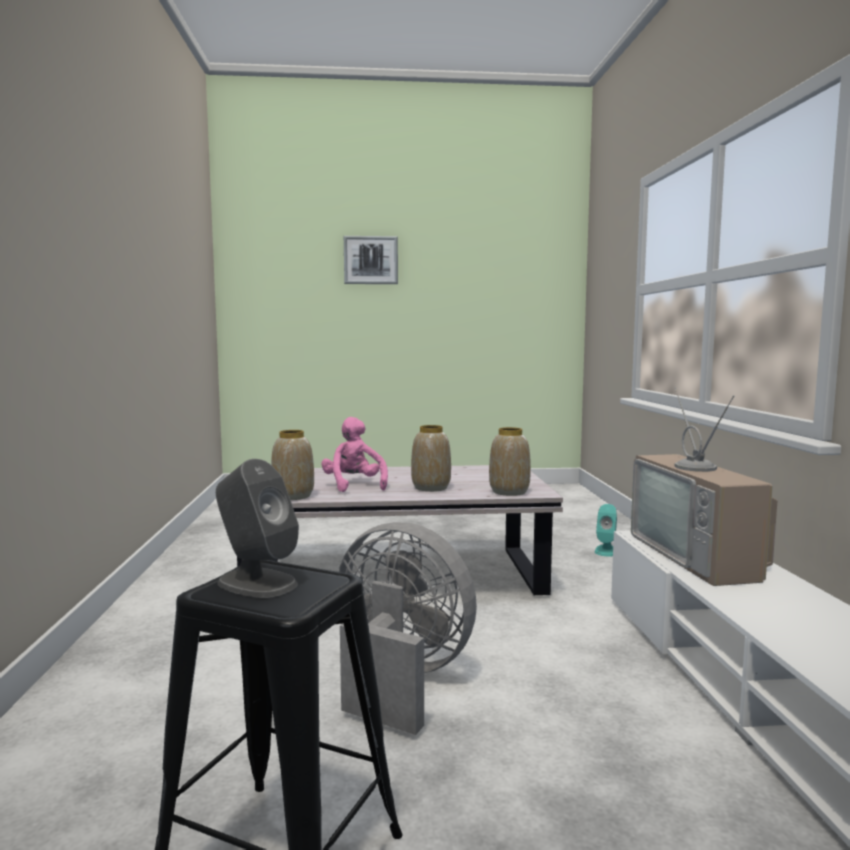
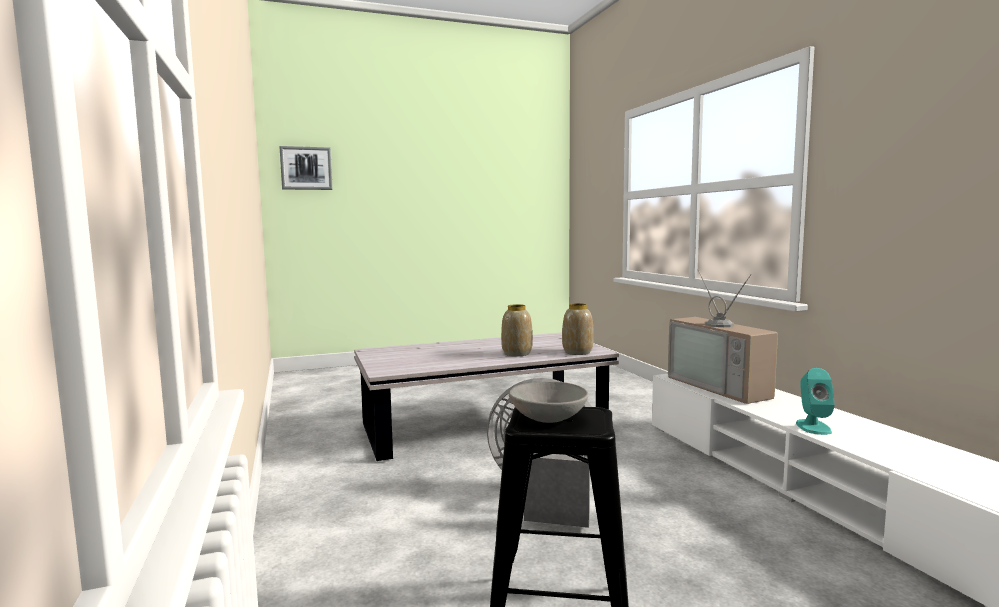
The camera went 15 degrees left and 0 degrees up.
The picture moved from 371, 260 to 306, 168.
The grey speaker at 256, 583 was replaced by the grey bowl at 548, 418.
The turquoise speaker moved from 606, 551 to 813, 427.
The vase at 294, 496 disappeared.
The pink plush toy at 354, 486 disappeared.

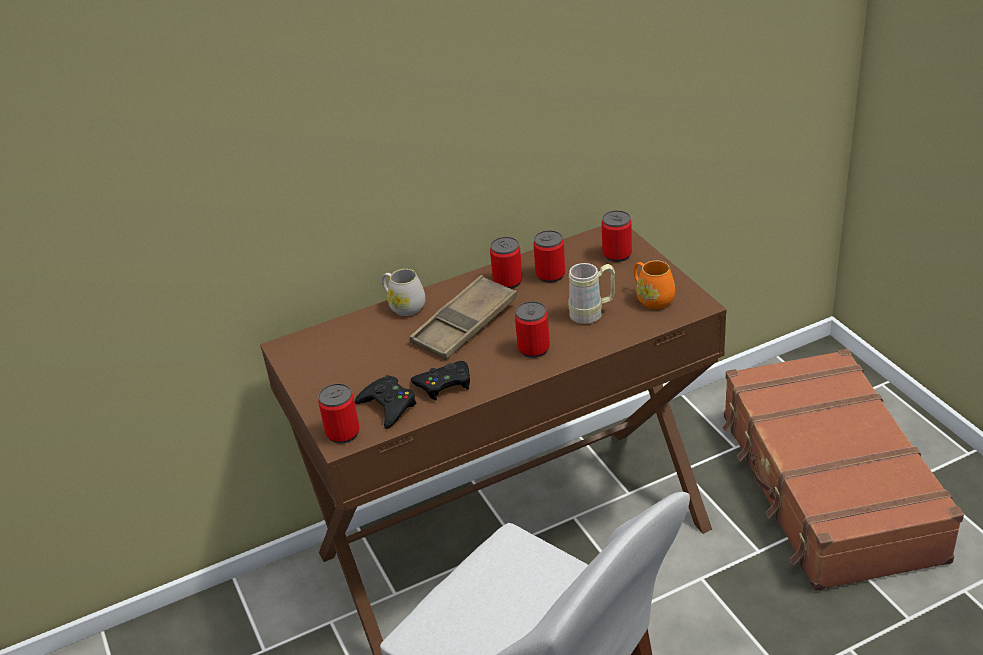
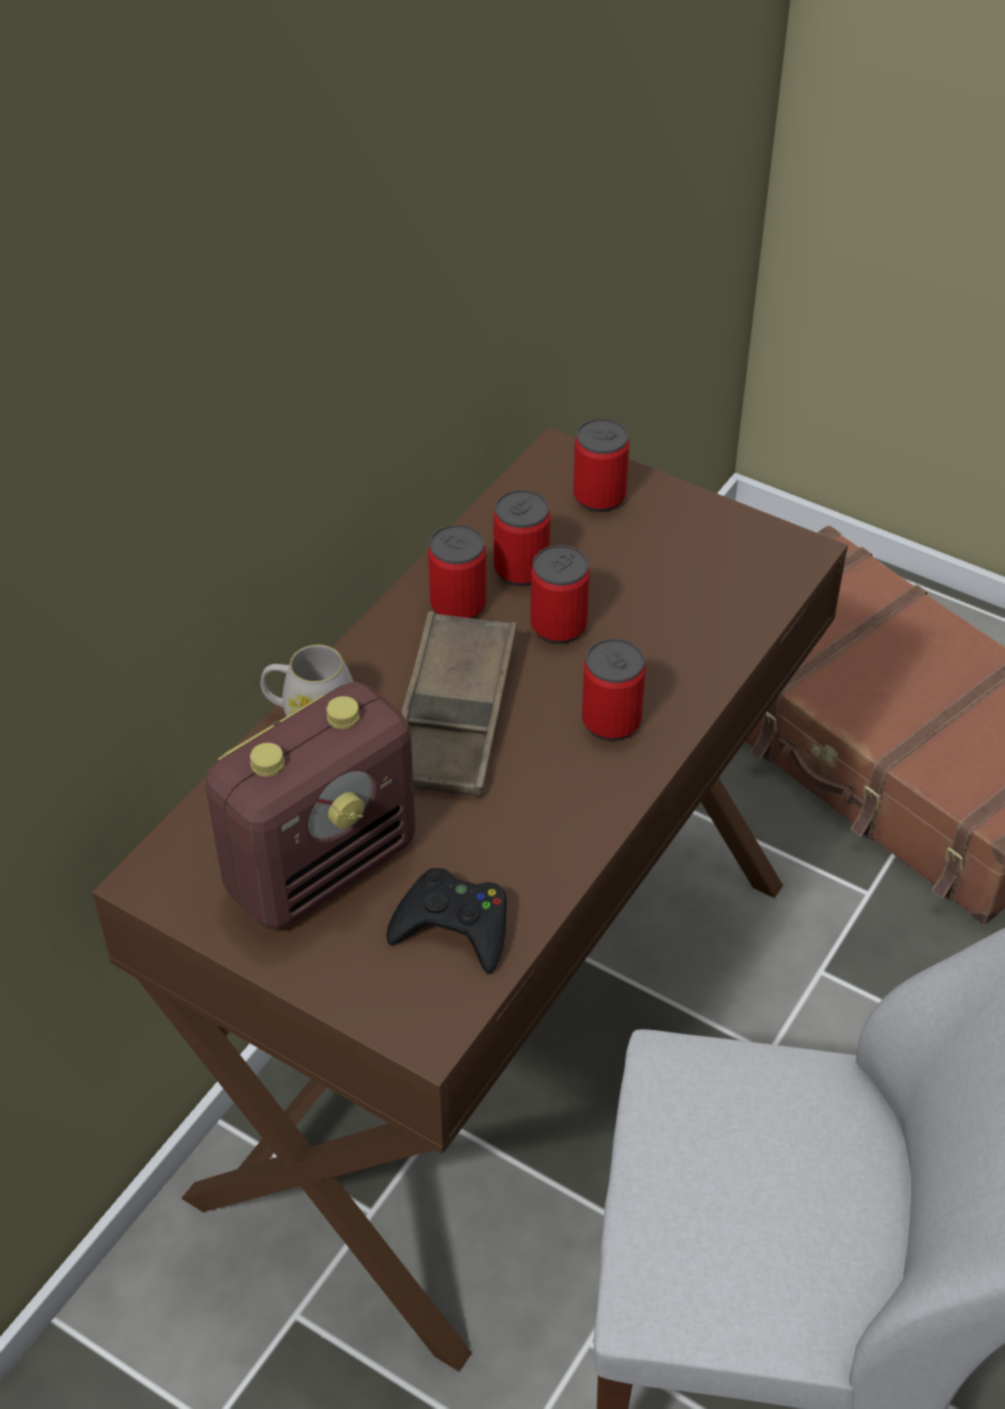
The camera went 35 degrees left and 10 degrees up.
The radio at 322, 866 appeared.
The can moved from 343, 433 to 558, 626.
The black game controller at 444, 384 disappeared.
The beige mug at 592, 314 disappeared.
The orange mug at 652, 298 disappeared.

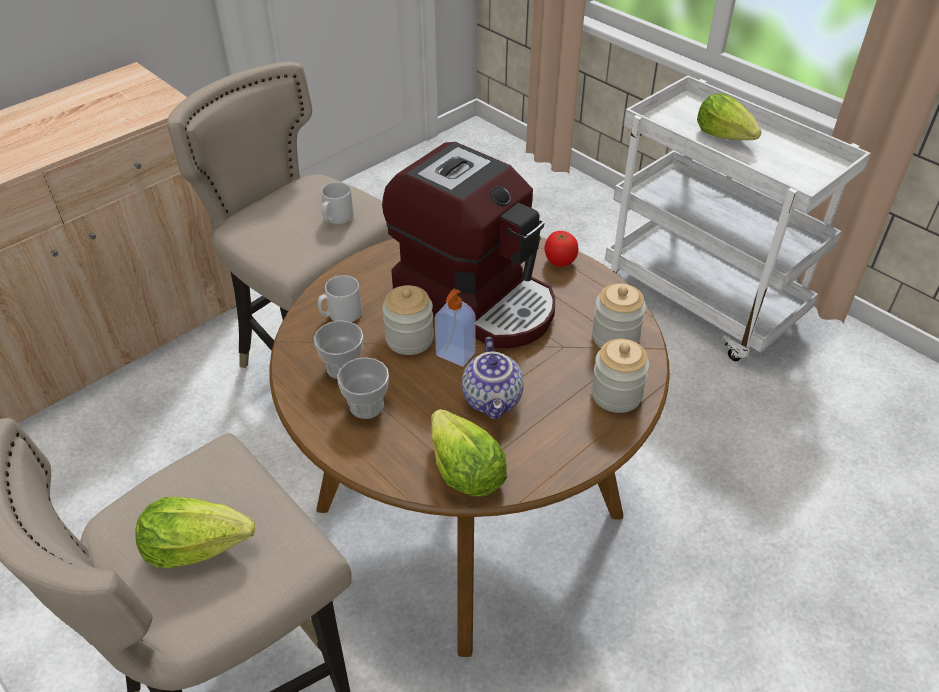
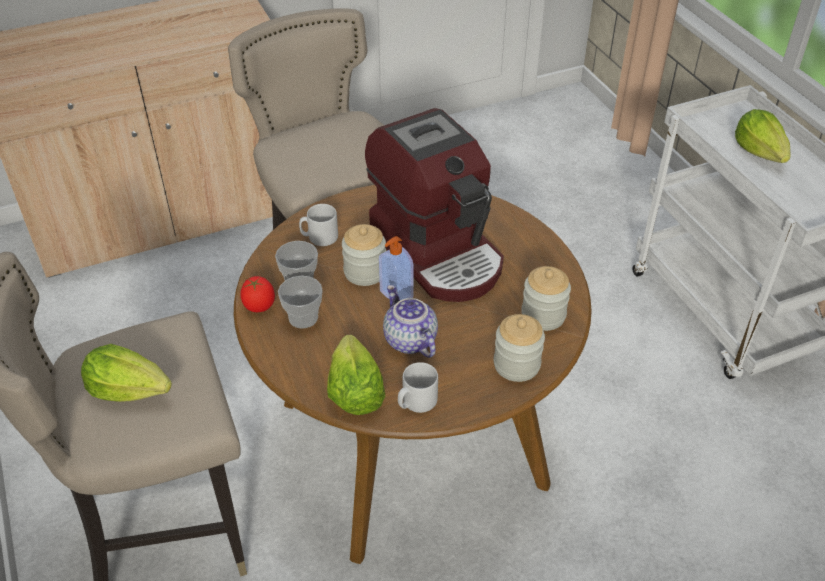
The camera went 20 degrees right and 0 degrees up.
The tomato moved from 559, 261 to 259, 306.
The teapot at 494, 400 turned 135 degrees clockwise.
The grey mug moved from 336, 218 to 416, 402.

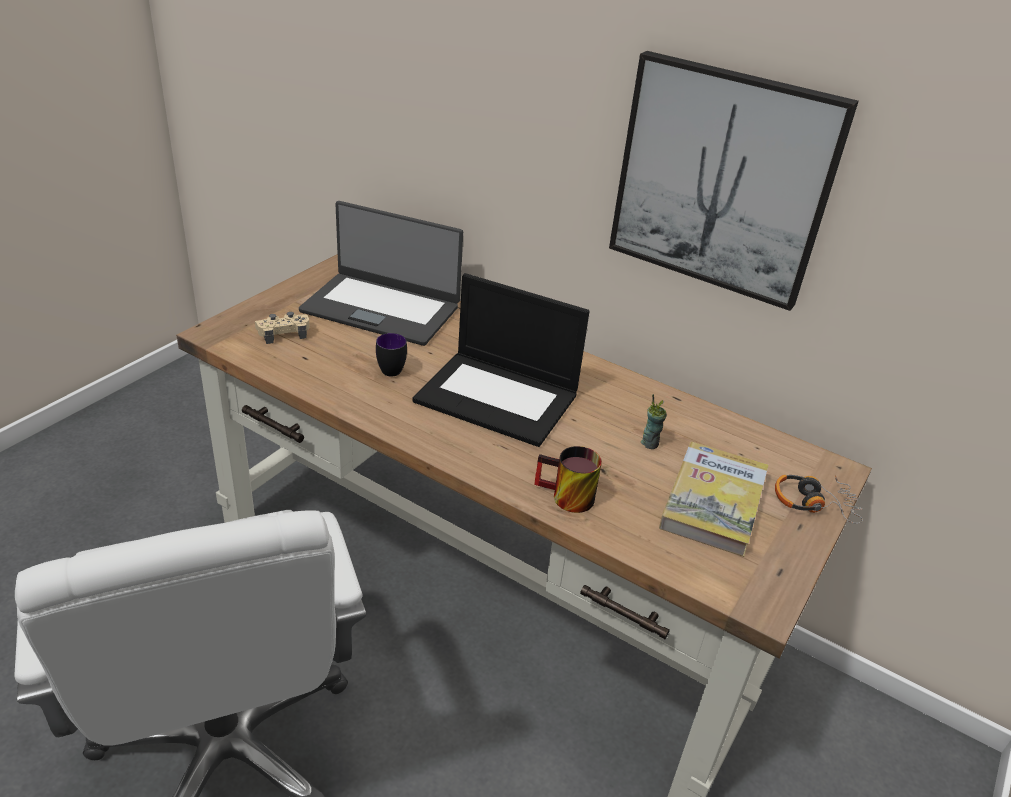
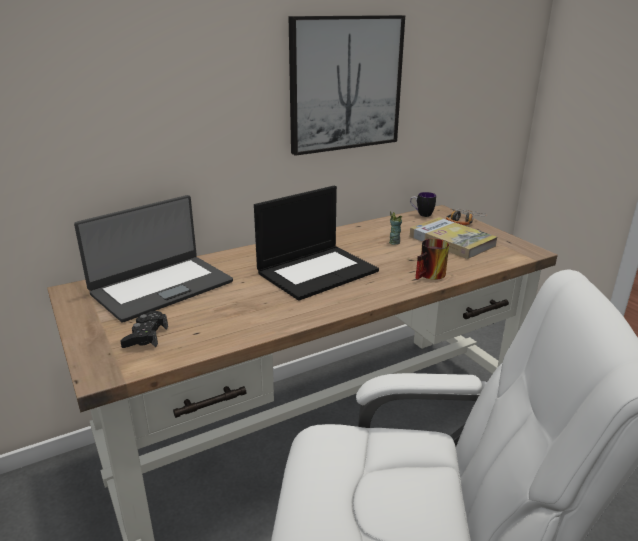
The camera went 60 degrees left and 10 degrees down.
The beige game controller at 283, 332 became the black game controller at 146, 336.
The mug moved from 390, 368 to 421, 214.

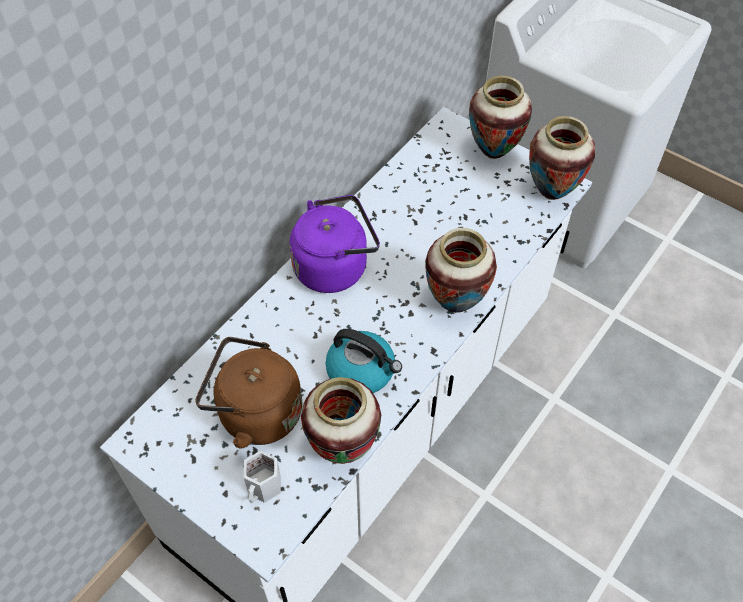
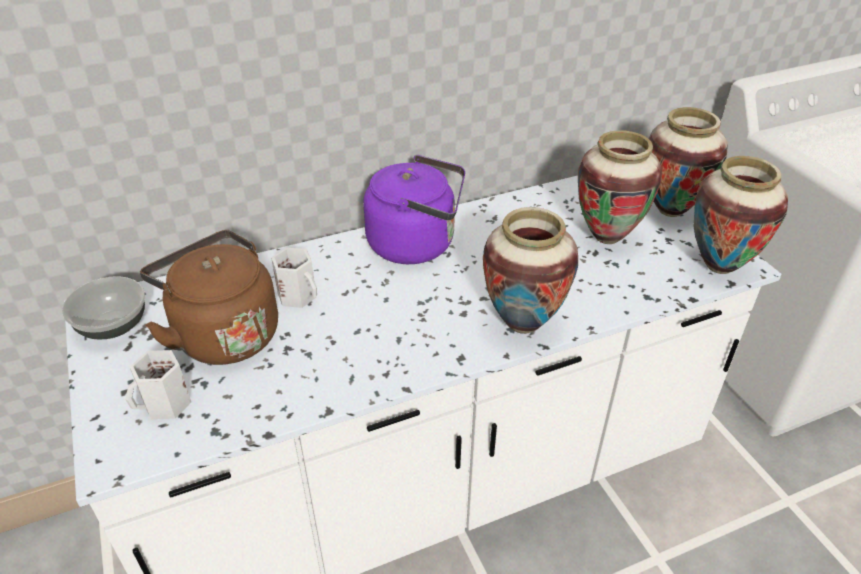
The camera went 30 degrees right and 15 degrees down.
The bowl at 114, 325 appeared.
The white mug at 299, 295 appeared.
The vase moved from 343, 449 to 607, 237.
The kettle at 362, 371 disappeared.

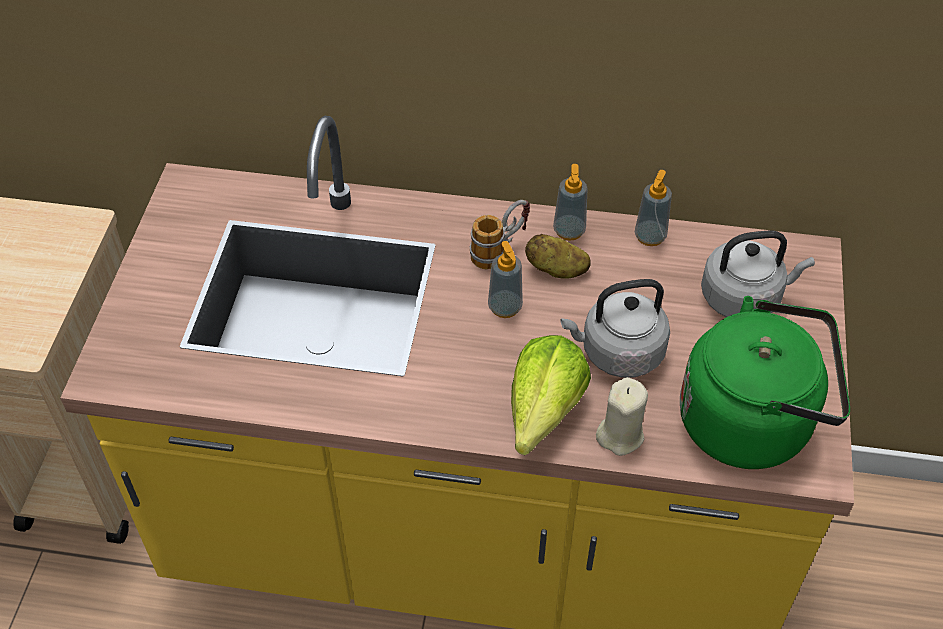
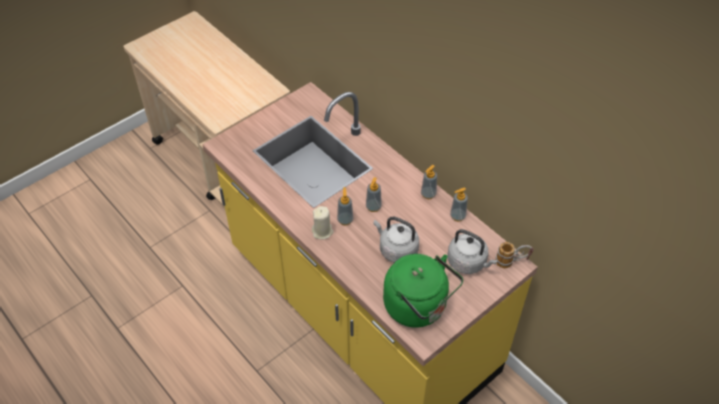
The camera went 40 degrees right and 0 degrees up.
The beige candle moved from 620, 435 to 322, 231.
The soap dispenser at 345, 220 appeared.
The mug moved from 500, 250 to 512, 262.
The lettuce at 537, 420 disappeared.
The potato at 556, 269 disappeared.

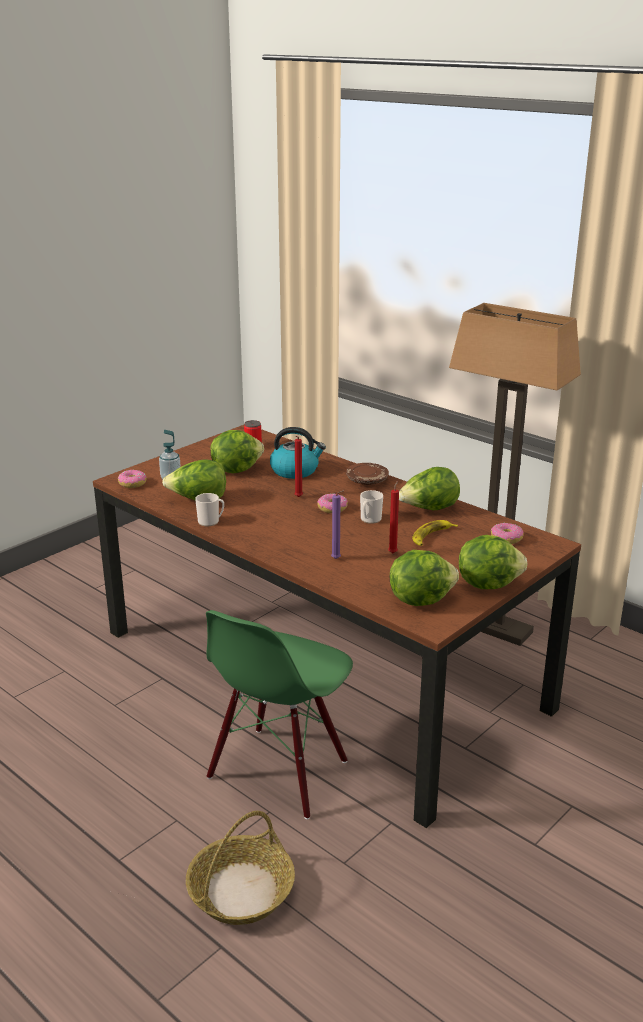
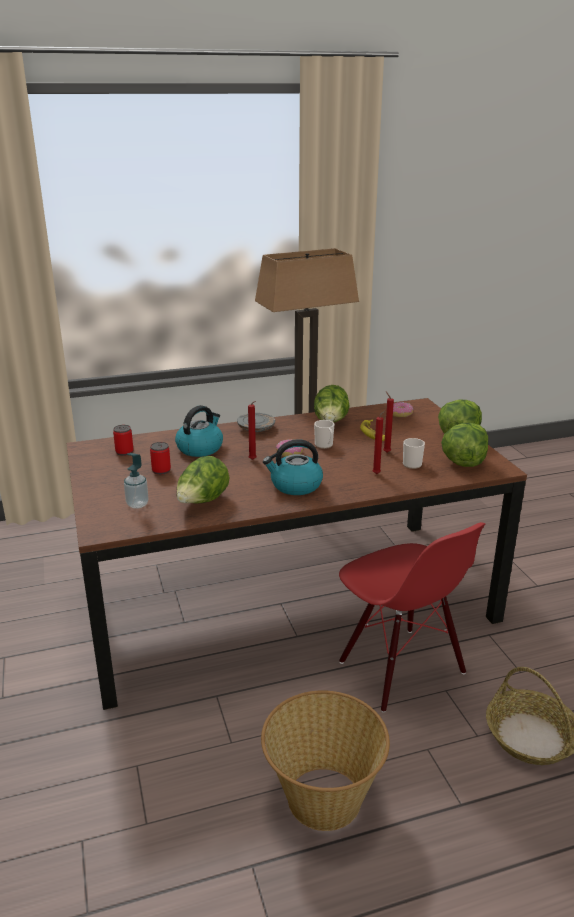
The camera went 60 degrees left and 0 degrees up.
The lettuce at 236, 469 was replaced by the can at 161, 470.
The brown plate at 367, 480 became the grey plate at 256, 428.
The basket at 323, 799 appeared.
The kettle at 295, 485 appeared.
The green chair at 279, 771 became the red chair at 400, 668.
The purple candle at 337, 559 became the red candle at 377, 473.
The mug moved from 211, 521 to 413, 463.
The donut at 132, 483 disappeared.

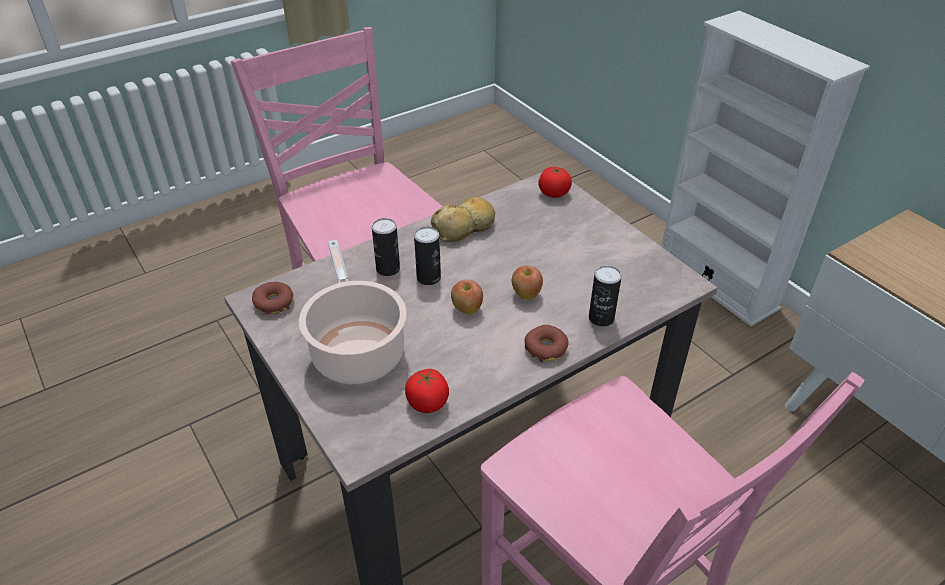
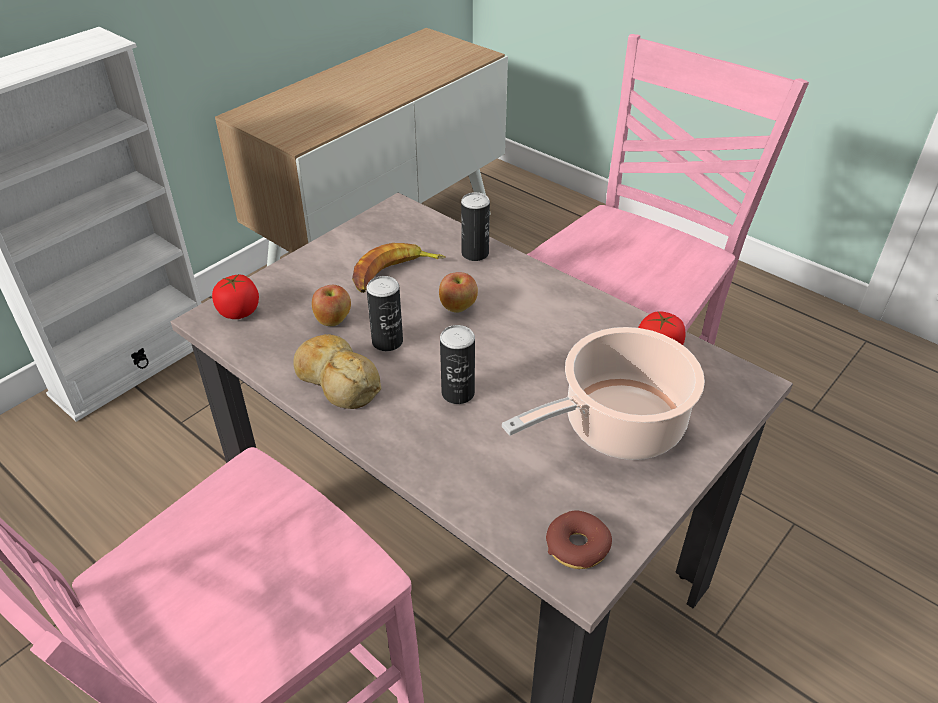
The camera went 105 degrees left and 0 degrees up.
The apple moved from 467, 309 to 333, 320.
The banana at 394, 274 appeared.
The can moved from 388, 269 to 387, 341.
The donut at 546, 348 disappeared.

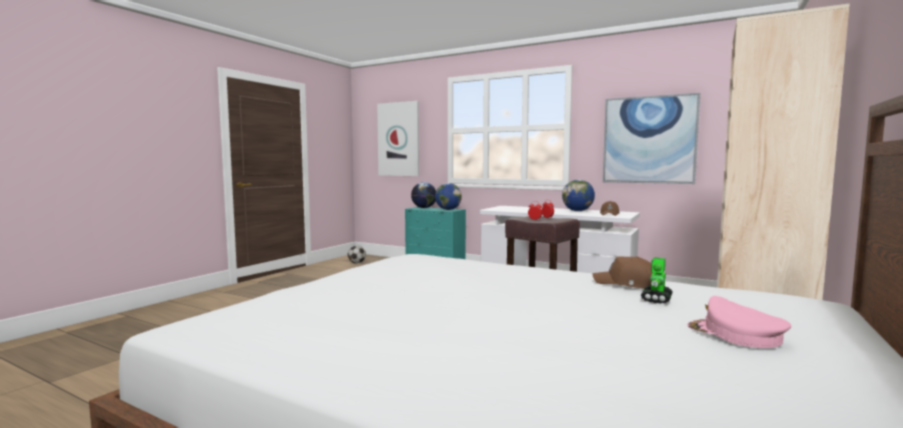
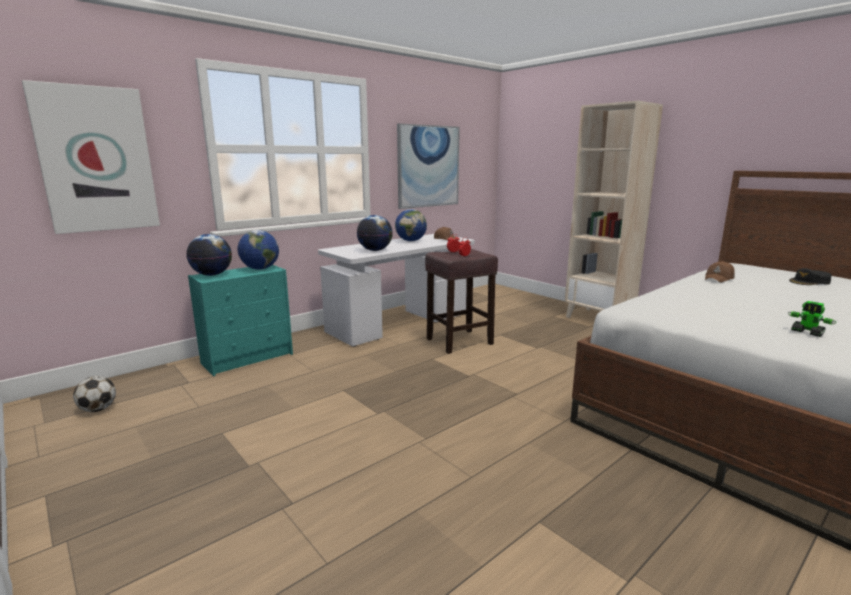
The camera went 70 degrees left and 10 degrees up.
The globe at 375, 250 appeared.
The toy robot moved from 656, 299 to 807, 333.
The pink cap at 735, 334 became the black cap at 810, 282.

